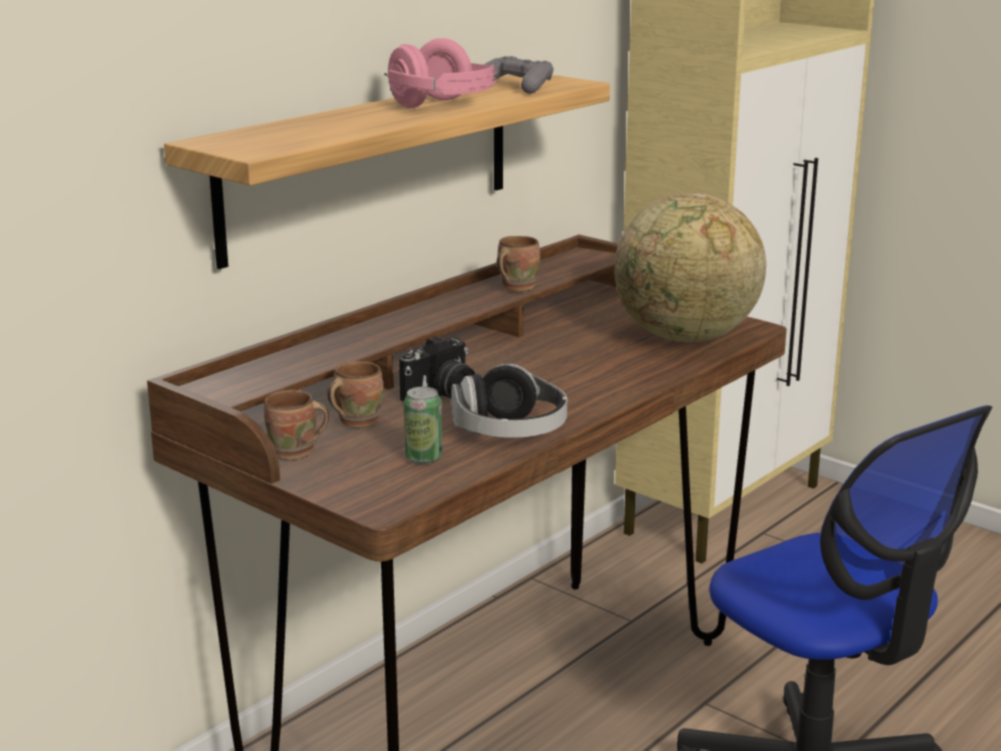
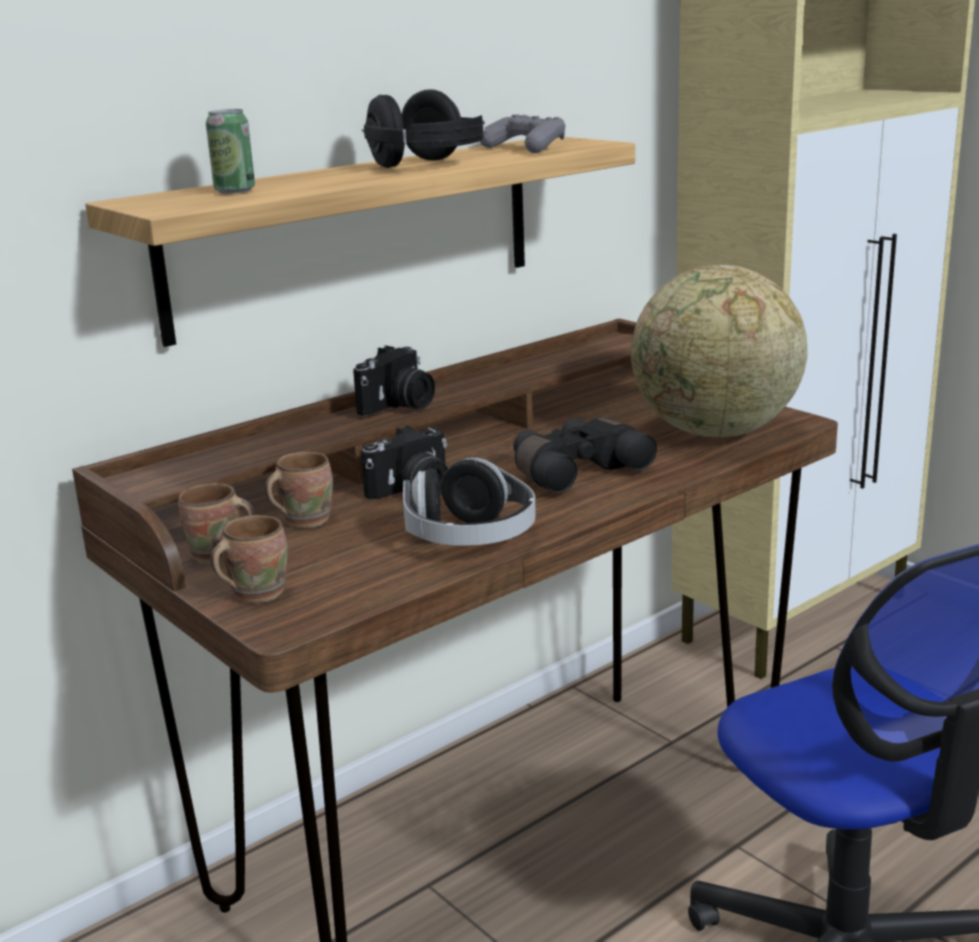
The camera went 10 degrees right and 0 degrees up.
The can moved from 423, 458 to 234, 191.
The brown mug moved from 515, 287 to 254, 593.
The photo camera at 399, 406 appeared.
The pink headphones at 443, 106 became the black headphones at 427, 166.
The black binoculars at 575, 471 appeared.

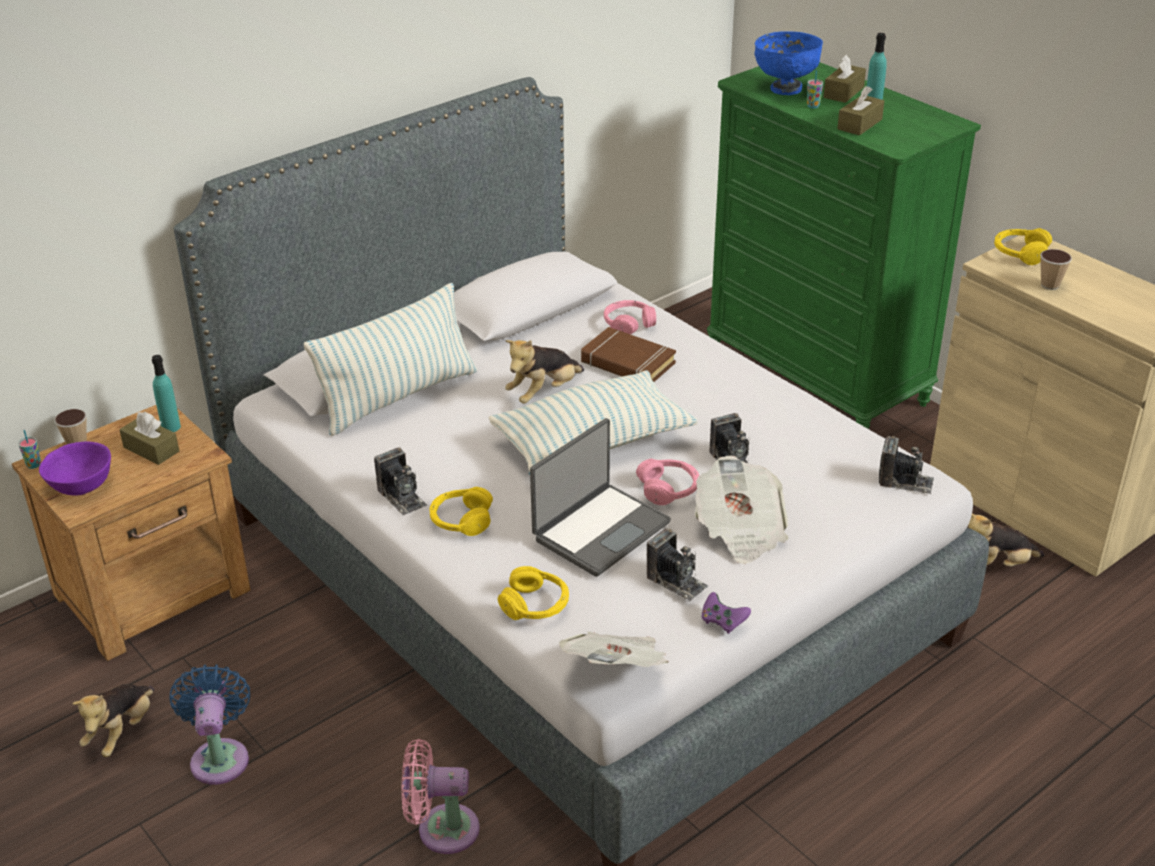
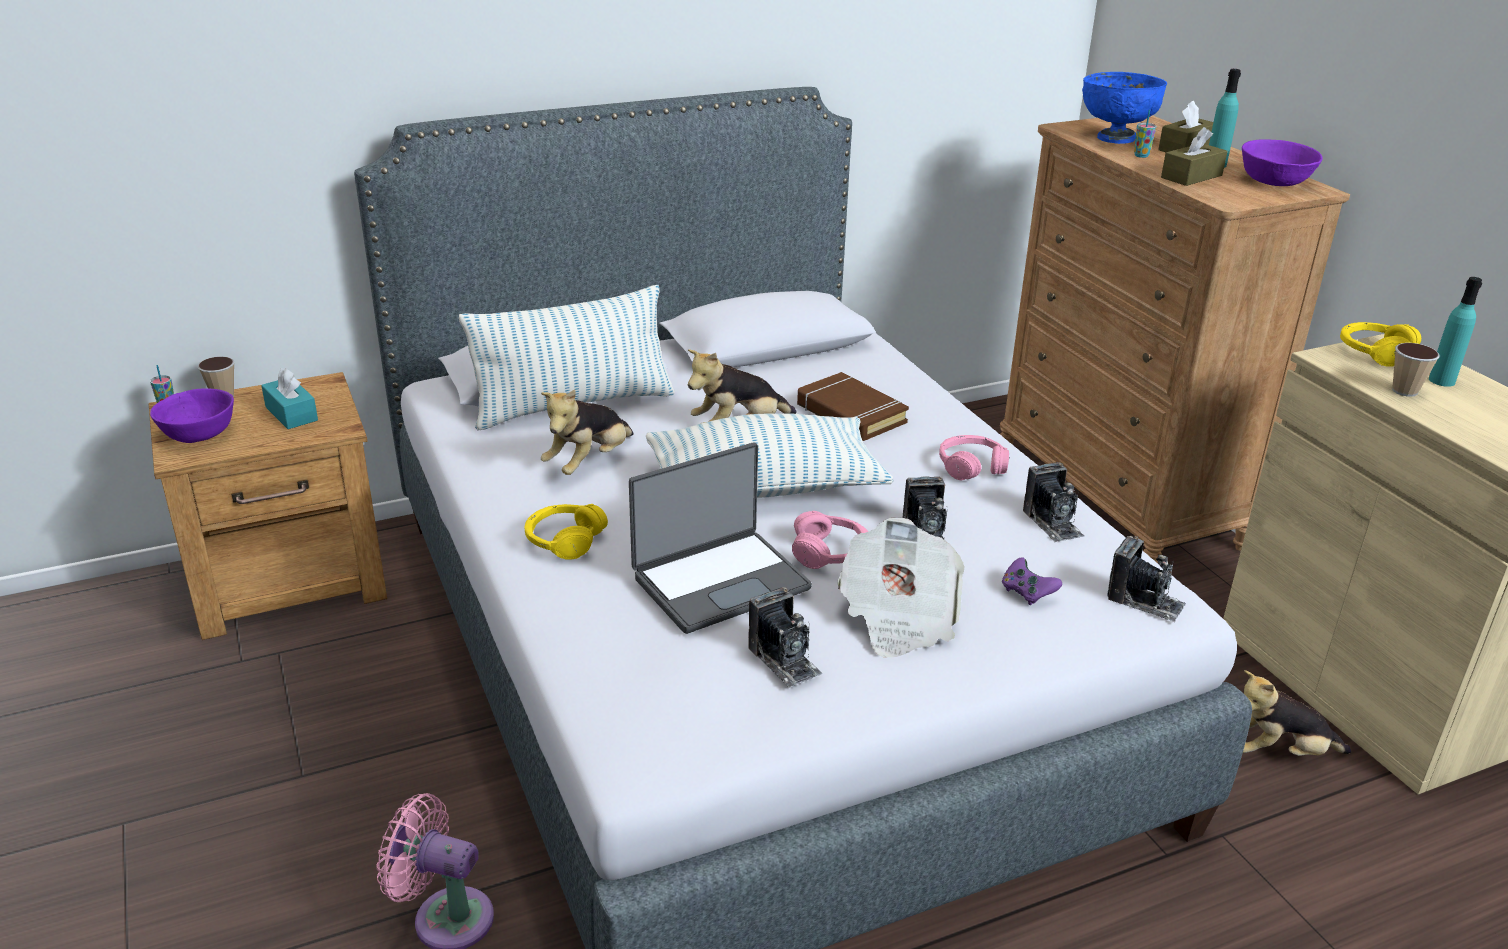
The camera went 15 degrees right and 5 degrees down.
The brown tissue box at 151, 449 became the turquoise tissue box at 291, 414.
The plush toy moved from 122, 732 to 589, 462.
The pink headphones moved from 628, 324 to 971, 466.
The green dresser at 817, 378 became the brown dresser at 1117, 498.
The purple game controller moved from 723, 622 to 1027, 593.
The photo camera moved from 402, 497 to 1052, 523.
The purple bowl at 1275, 181 appeared.
The turquoise bottle moved from 171, 427 to 1441, 381.
The blue fan at 220, 756 disappeared.
The yellow headphones at 535, 605 disappeared.
The newspaper at 617, 670 disappeared.

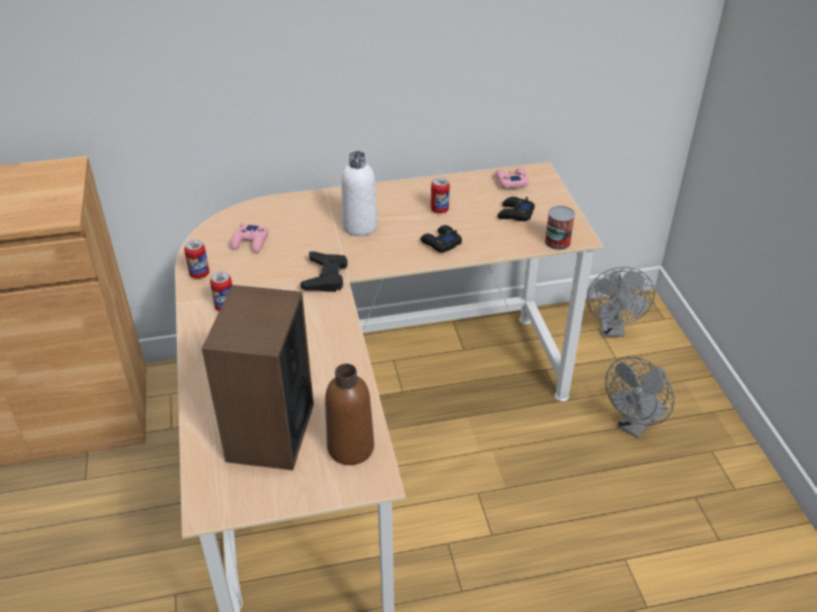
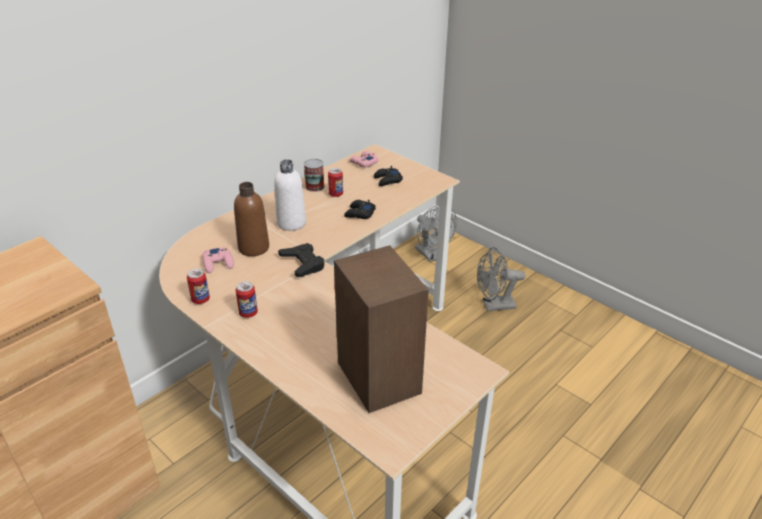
The camera went 35 degrees left and 5 degrees down.
The brown bottle moved from 350, 447 to 253, 248.
The can moved from 557, 242 to 314, 187.
The grey fan at 634, 426 turned 75 degrees clockwise.

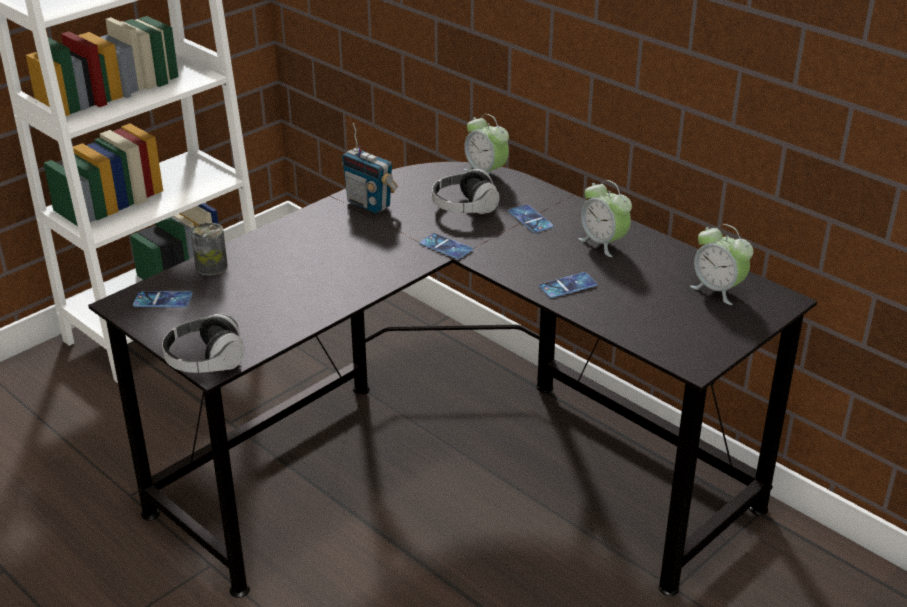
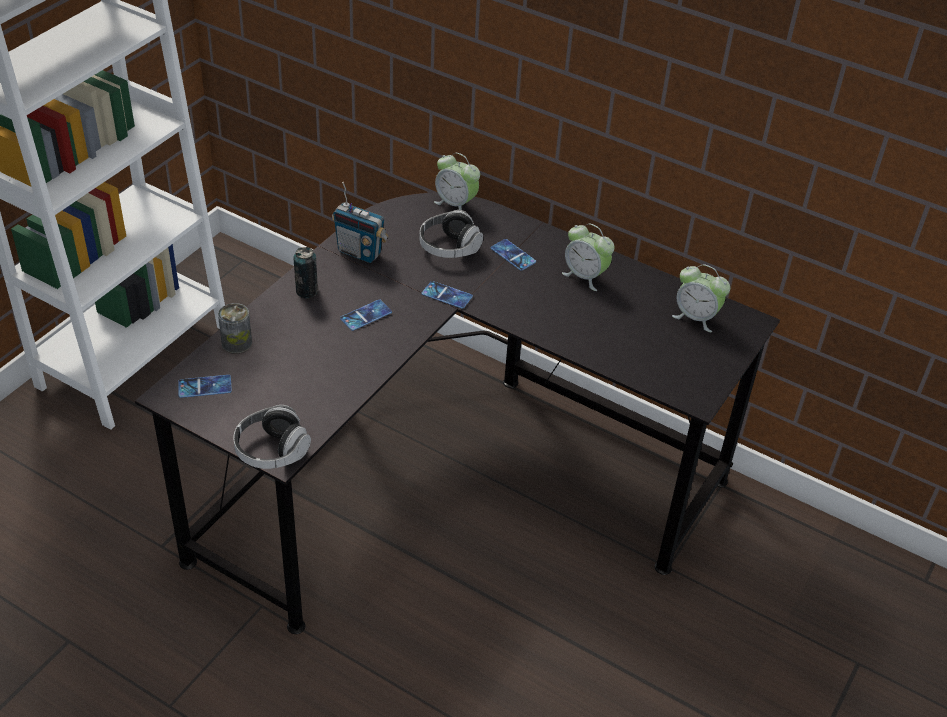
The camera went 15 degrees left and 10 degrees up.
The can at 306, 291 appeared.
The phone moved from 568, 286 to 366, 315.

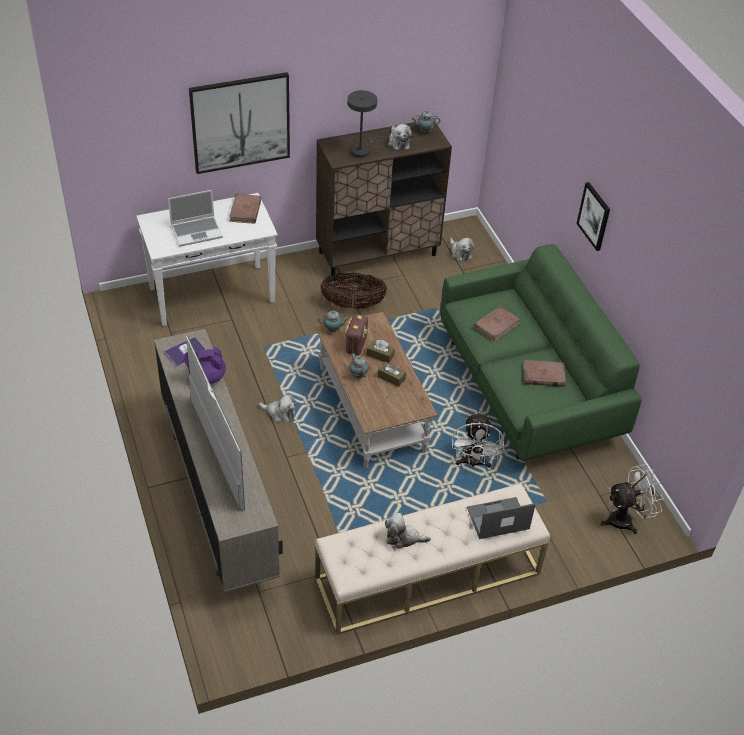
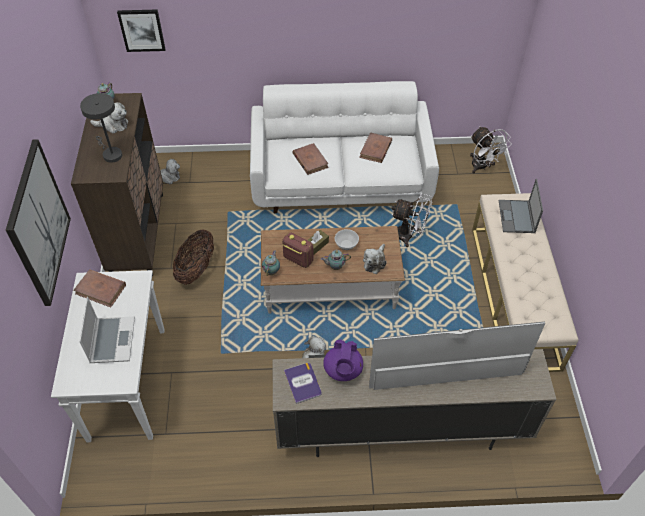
The camera went 70 degrees left and 5 degrees up.
The picture moved from 594, 216 to 142, 30.
The green sofa at 527, 388 became the white sofa at 341, 181.
The brown tissue box at 391, 377 was replaced by the bowl at 346, 244.
The plush toy moved from 403, 538 to 375, 262.
The white fan at 626, 519 turned 150 degrees clockwise.

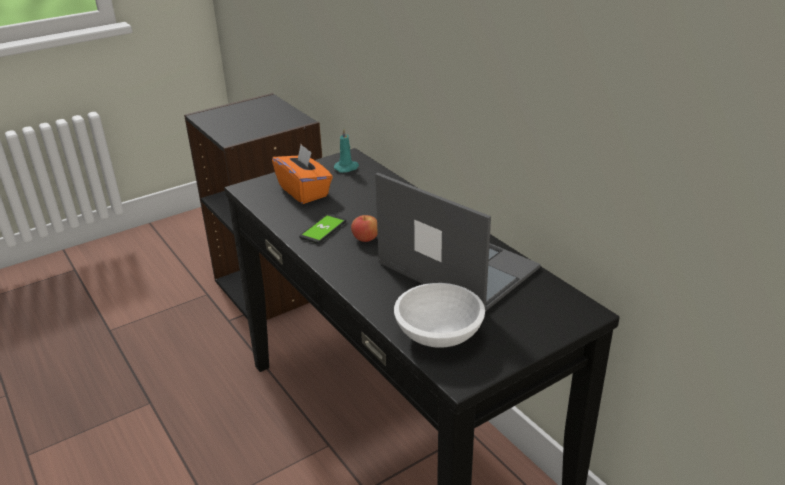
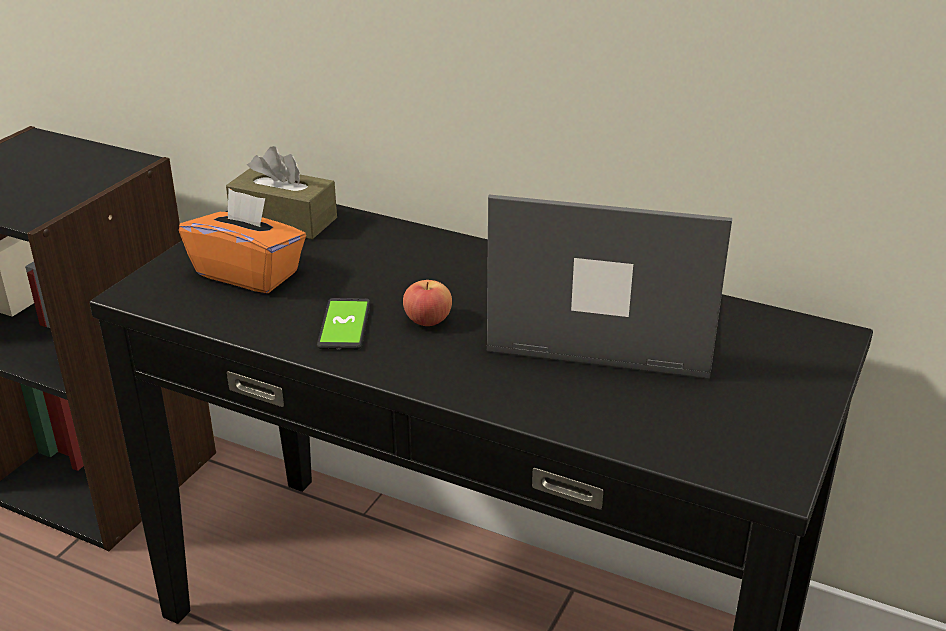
The camera went 30 degrees left and 0 degrees up.
The turquoise candle at 347, 168 was replaced by the brown tissue box at 284, 220.
The white bowl at 437, 333 disappeared.

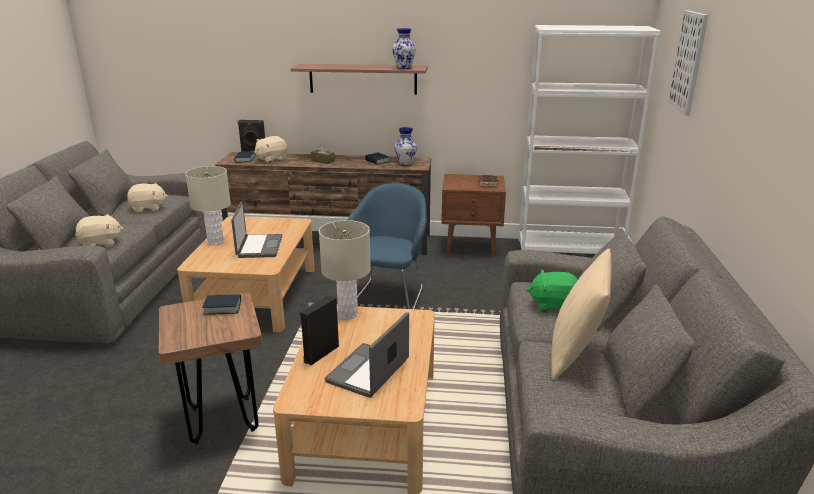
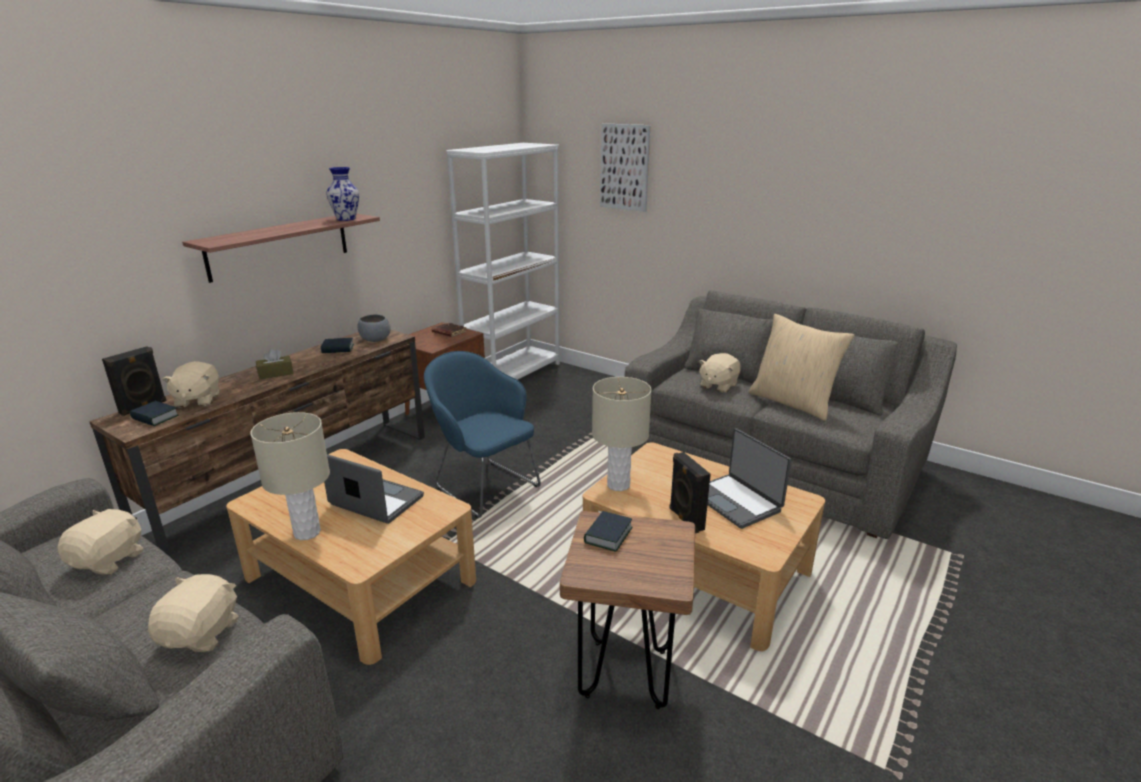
The camera went 60 degrees left and 0 degrees up.
The vase at 405, 164 was replaced by the grey bowl at 375, 340.
The green plush toy at 553, 305 became the beige plush toy at 718, 385.

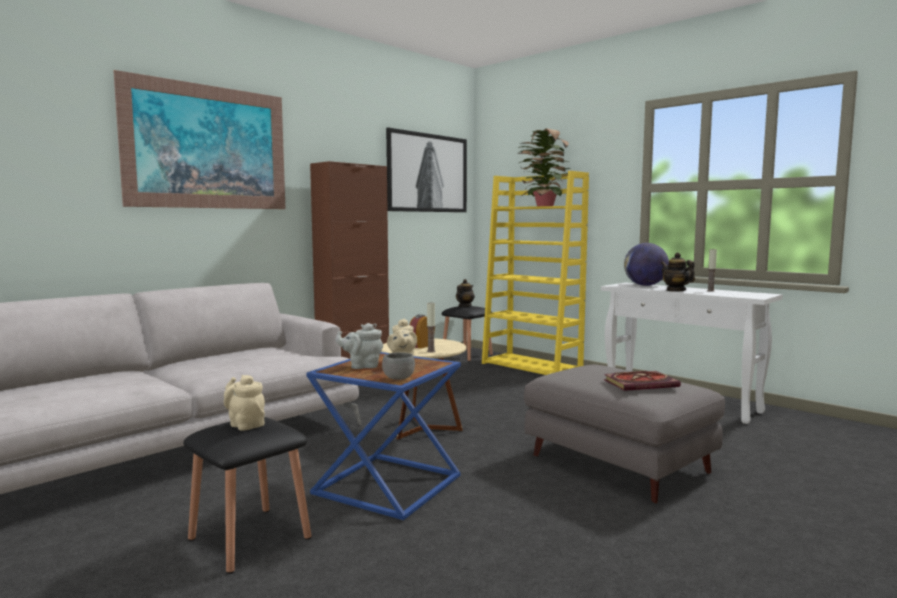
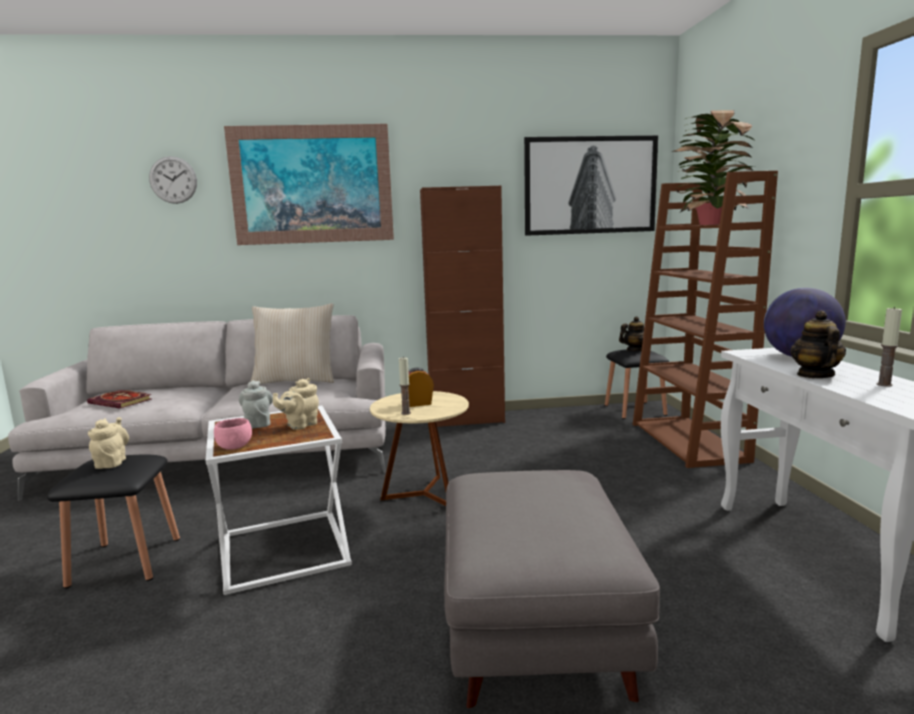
The camera went 40 degrees right and 5 degrees up.
The book moved from 641, 383 to 122, 401.
The wall clock at 173, 180 appeared.
The blue side table at 387, 484 became the white side table at 286, 549.
The grey bowl at 398, 378 became the pink bowl at 234, 447.
The grey teapot at 362, 366 turned 45 degrees clockwise.
The beige pillow at 295, 381 appeared.
The yellow bookcase at 532, 367 became the brown bookcase at 689, 442.

